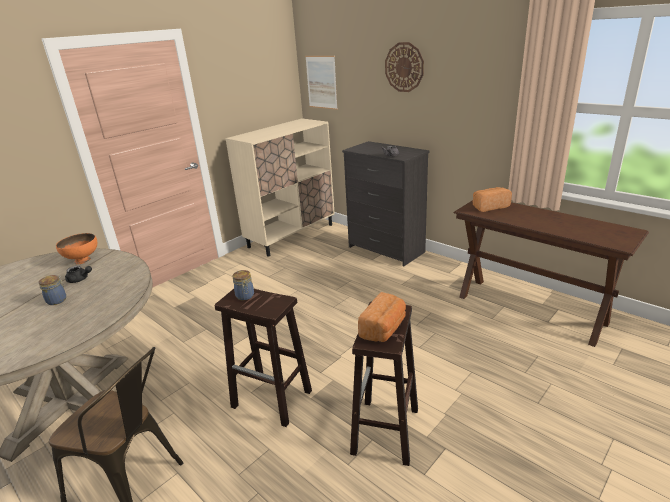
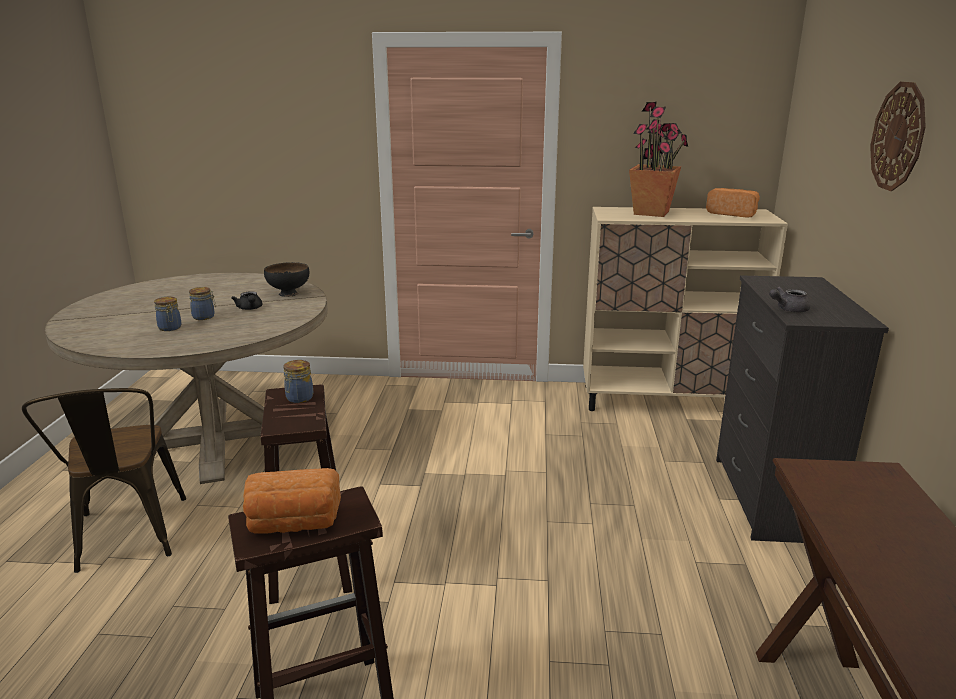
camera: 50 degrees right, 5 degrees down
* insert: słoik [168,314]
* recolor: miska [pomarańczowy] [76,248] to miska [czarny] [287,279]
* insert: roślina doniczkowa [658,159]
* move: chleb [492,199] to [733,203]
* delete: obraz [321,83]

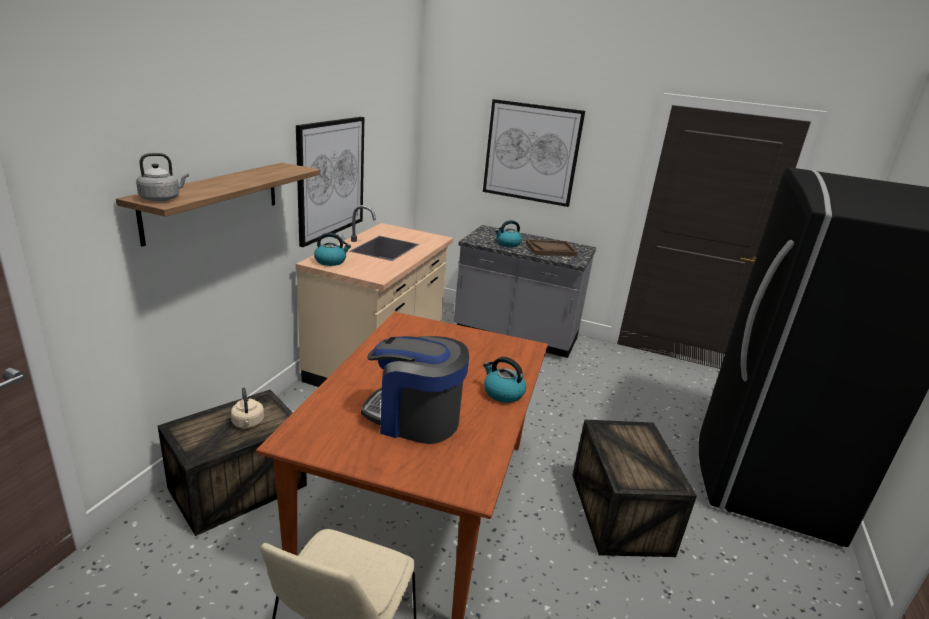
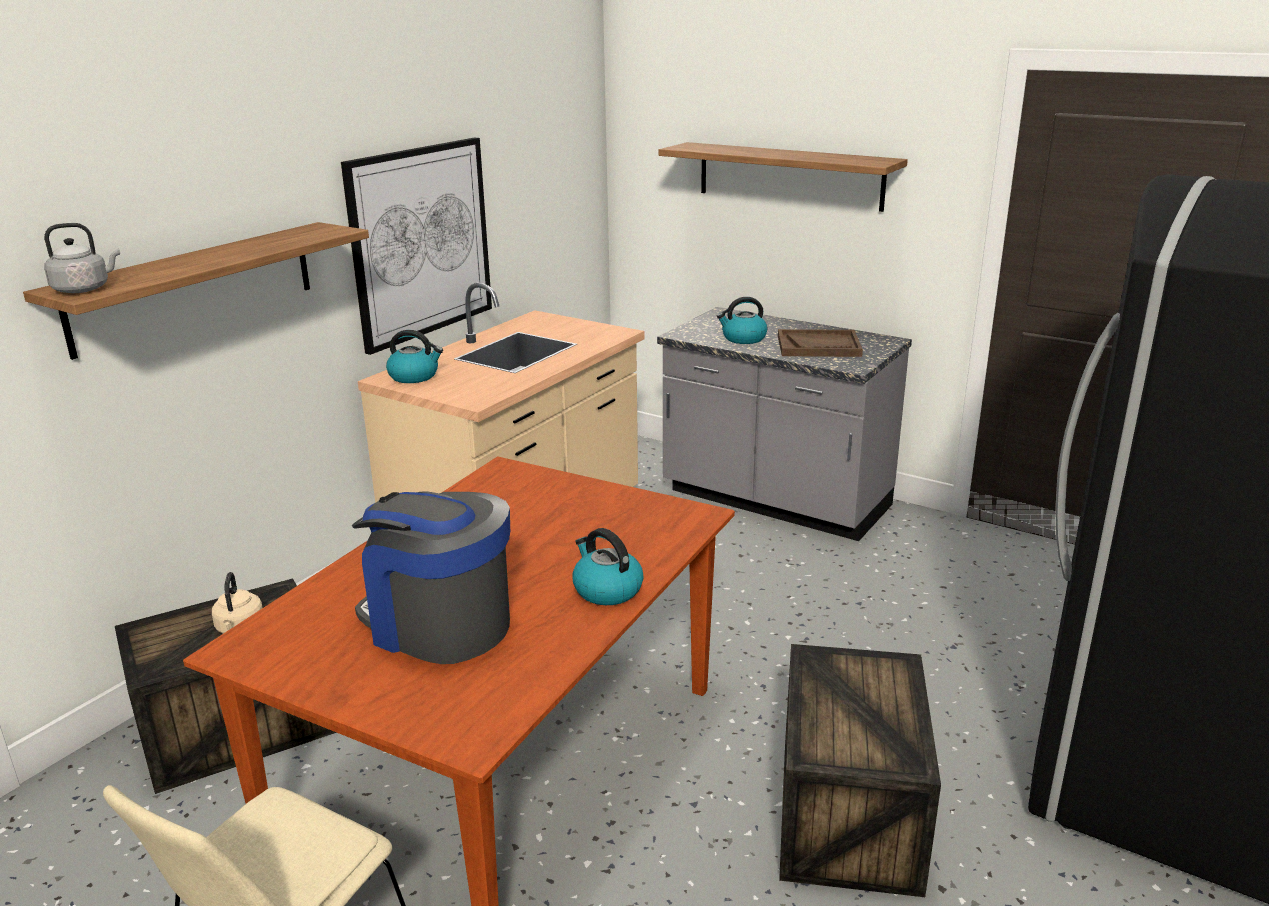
camera: 15 degrees right, 0 degrees up
* replace: obraz [534,153] to półka [783,177]

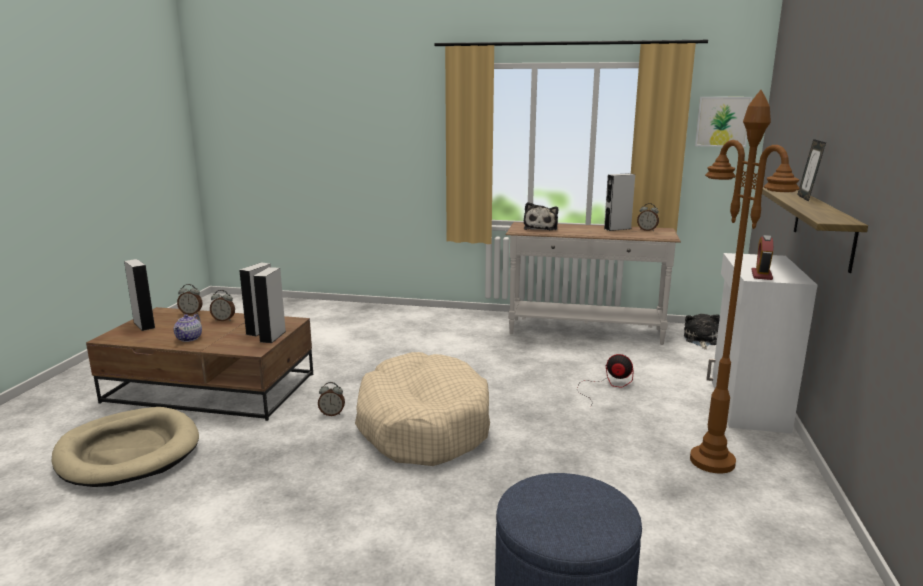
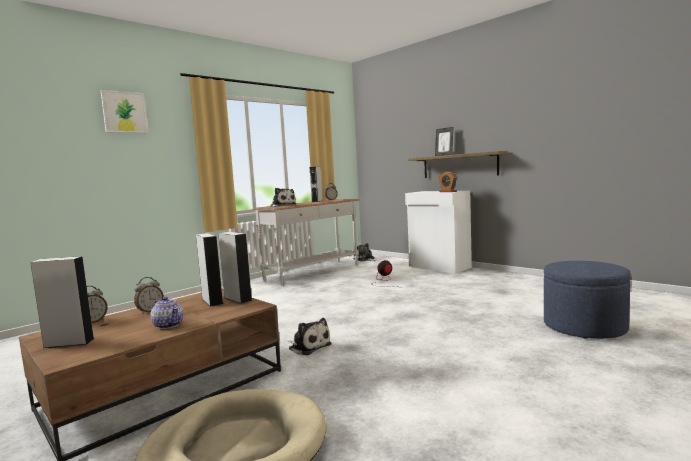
camera: 55 degrees left, 10 degrees down
* move: obraz [723,122] to [124,111]
* replace: budzik [331,399] to pluszak [310,336]
* delete: legowisko [beżowy] [422,409]
* delete: lampa stojąca [brązowy] [745,281]

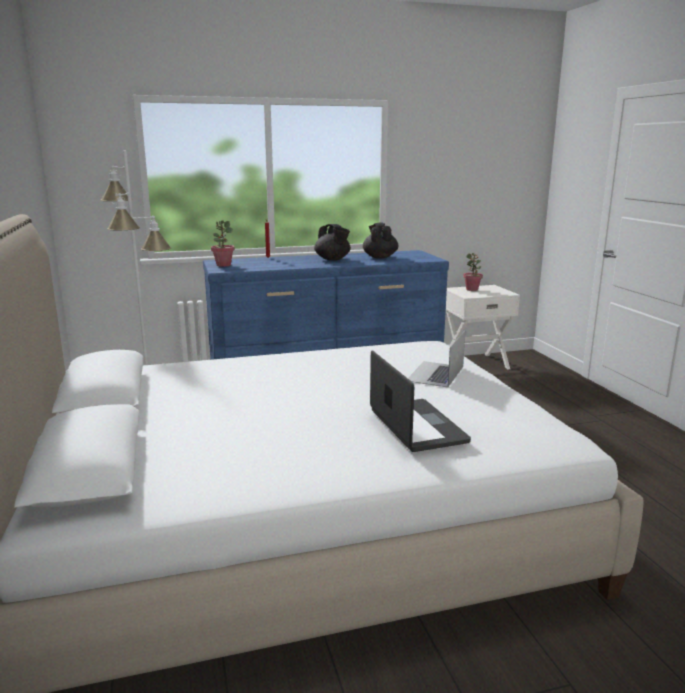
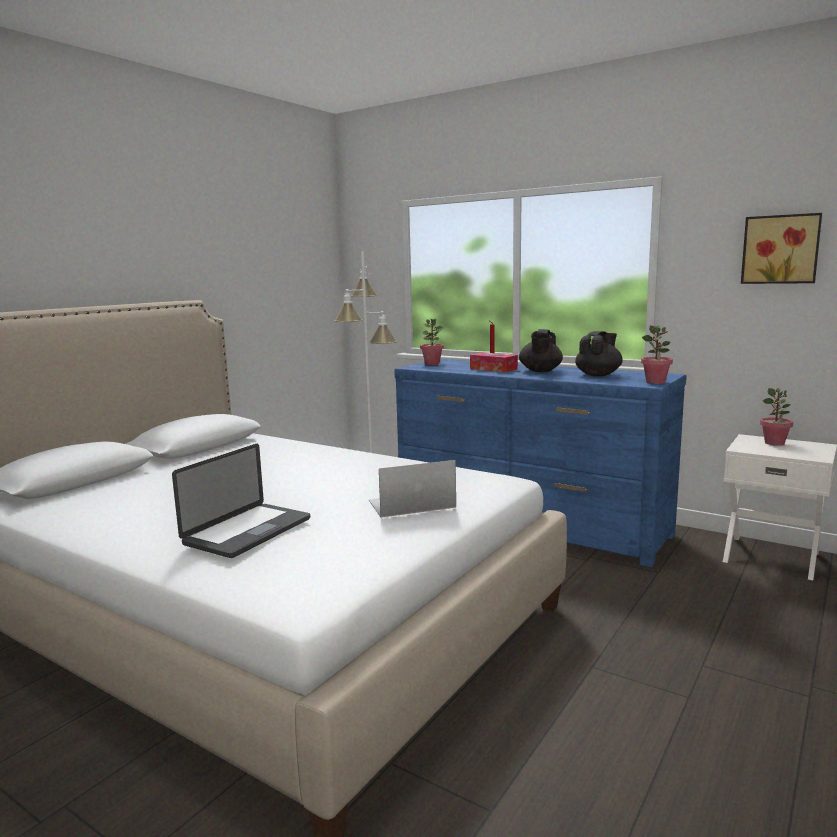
camera: 50 degrees right, 5 degrees down
* insert: pudełko chusteczek [494,362]
* insert: roślina doniczkowa [657,354]
* insert: obraz [781,248]

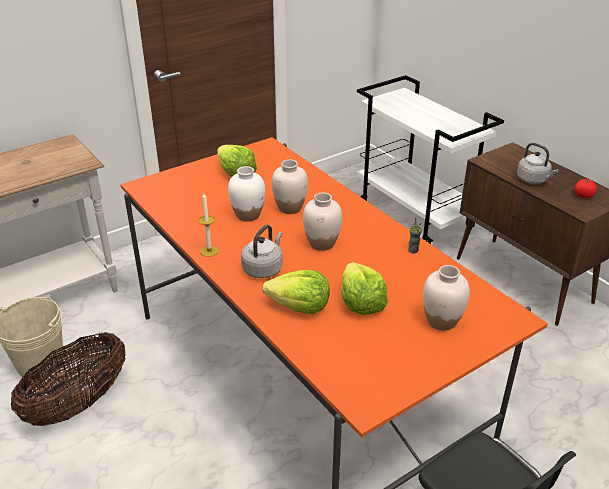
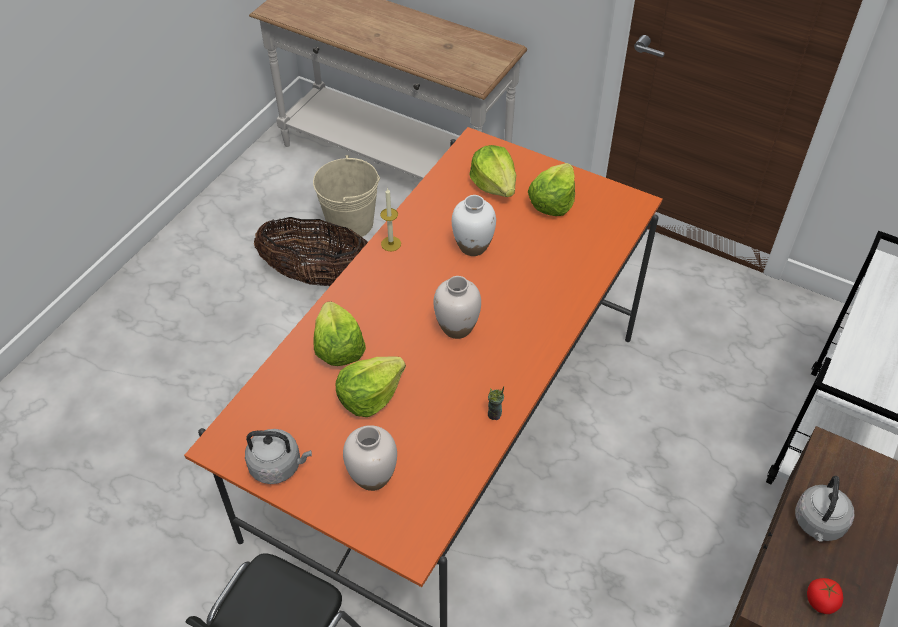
camera: 65 degrees right, 15 degrees up
* move: czajnik [szary] [262,251] to [278,456]
* insert: sałata [492,171]
* delete: wazon [biały] [290,187]

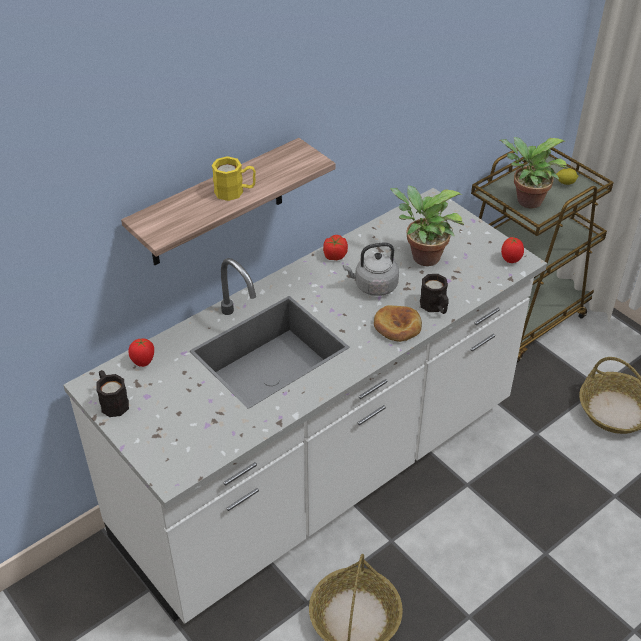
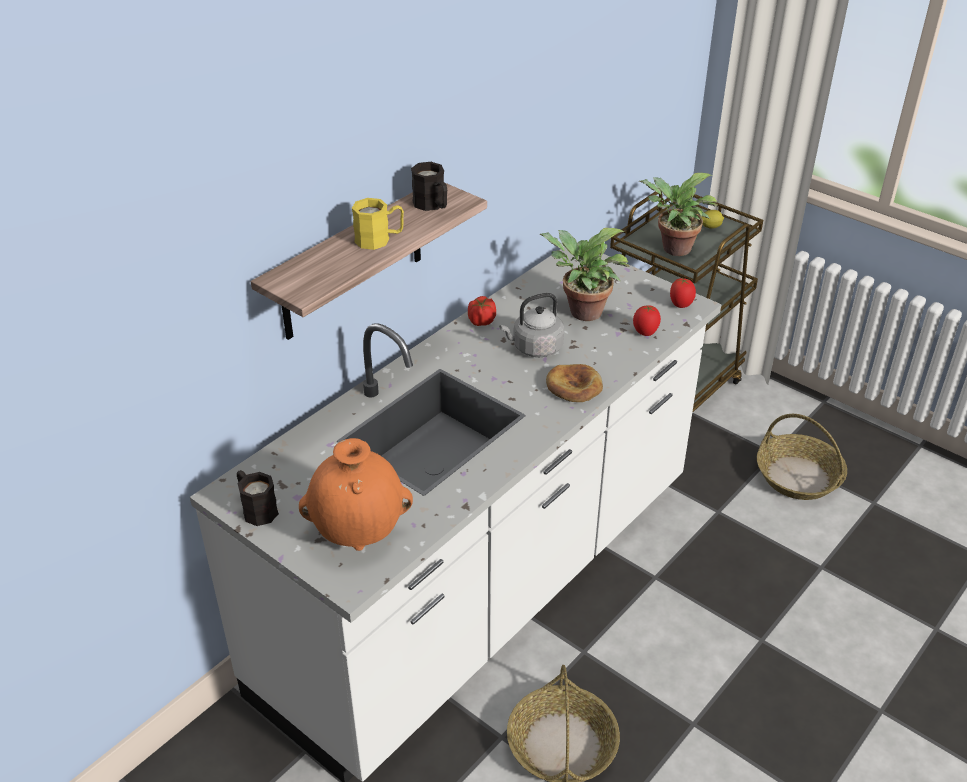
camera: 10 degrees left, 5 degrees down
* insert: wazon [pomarańczowy] [356,494]
* move: kubek [czarny] [434,294] to [429,186]
* move: pomidor [141,353] to [647,320]

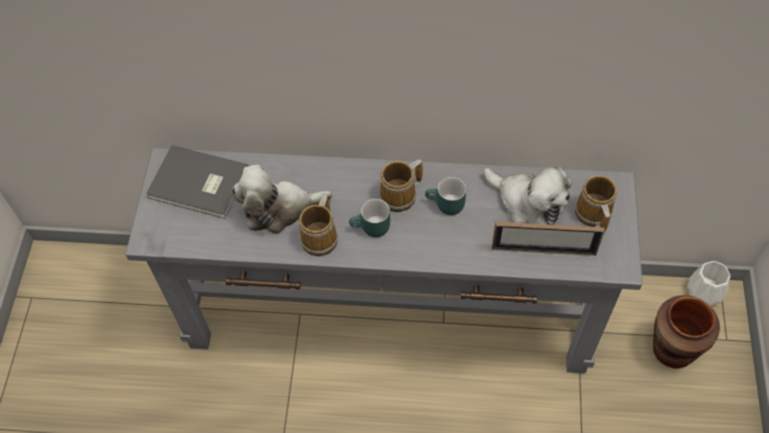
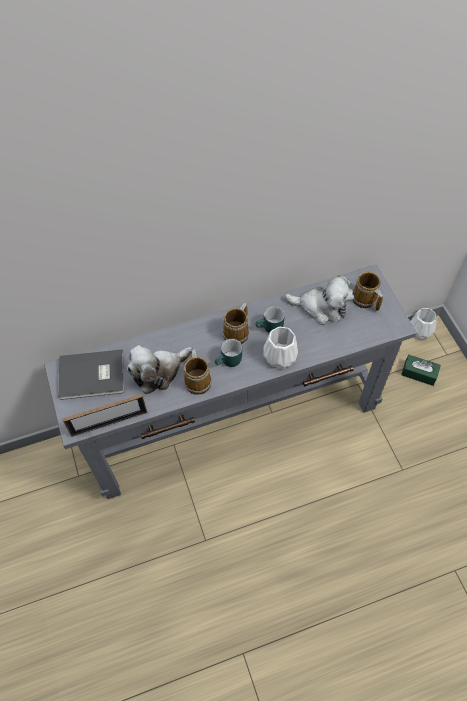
camera: 25 degrees left, 0 degrees up
* move: ramka na zdjęcie [548,239] to [105,415]
* insert: wazon [biały] [280,348]
* replace: wazon [brązowy] [686,331] to pudełko chusteczek [zielony] [421,370]

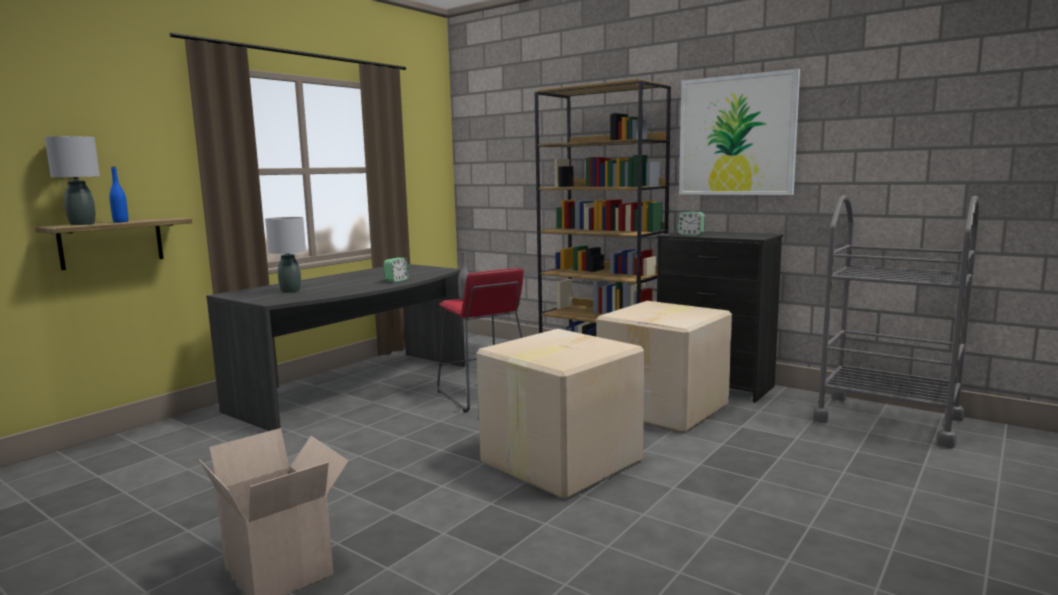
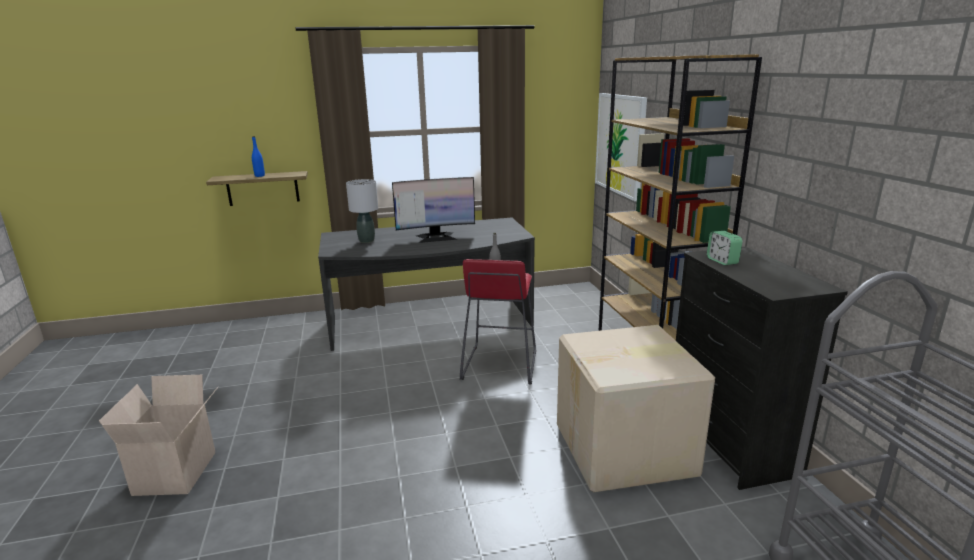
camera: 40 degrees right, 10 degrees up
* insert: monitor [433,210]
* move: obraz [739,132] to [621,147]
* delete: lampa stołowa [szary] [72,180]
* delete: budzik [396,270]
* delete: karton [560,414]

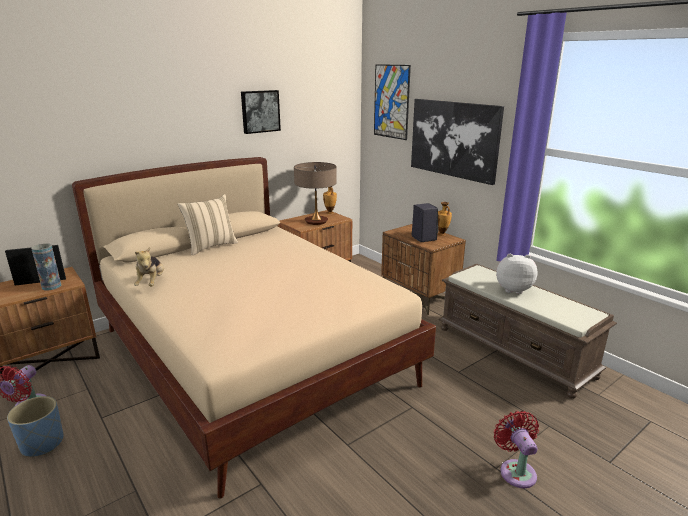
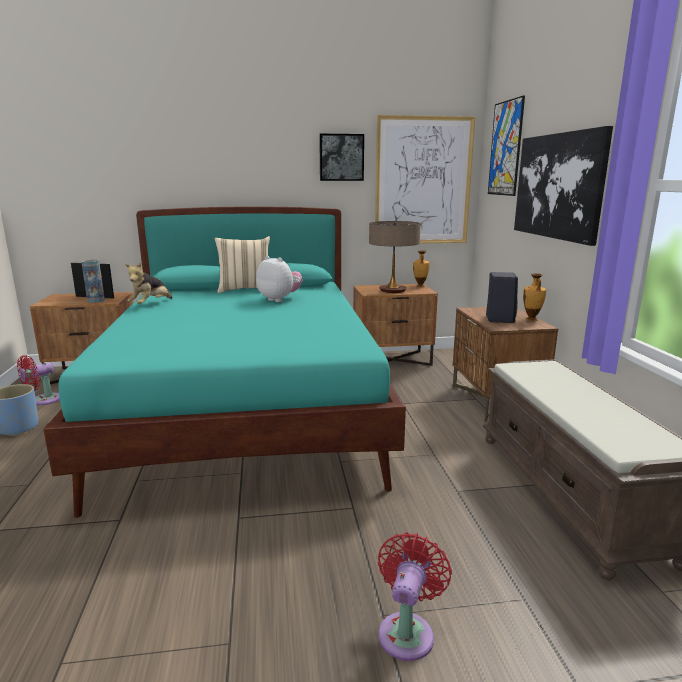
camera: 30 degrees right, 5 degrees down
* recolor: łóżko [beżowy] [254,328] to łóżko [turkusowy] [224,362]
* move: pluszak [517,274] to [279,279]
* insert: obraz [425,179]

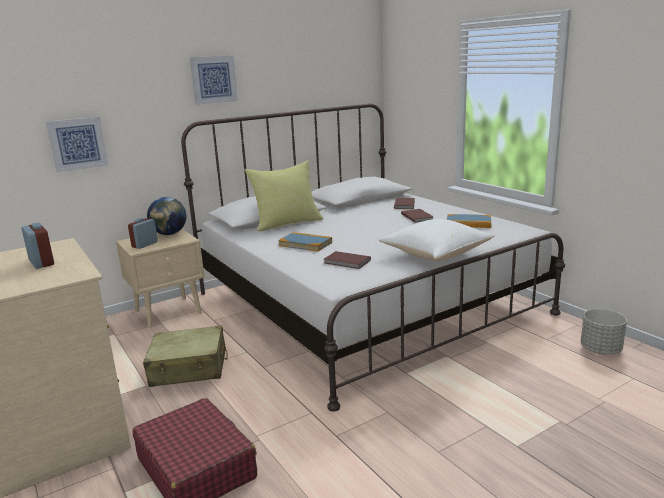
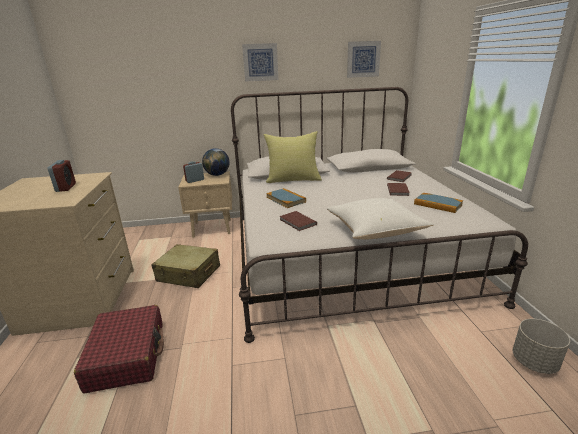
camera: 25 degrees right, 5 degrees up
* move: obraz [77,144] to [364,59]

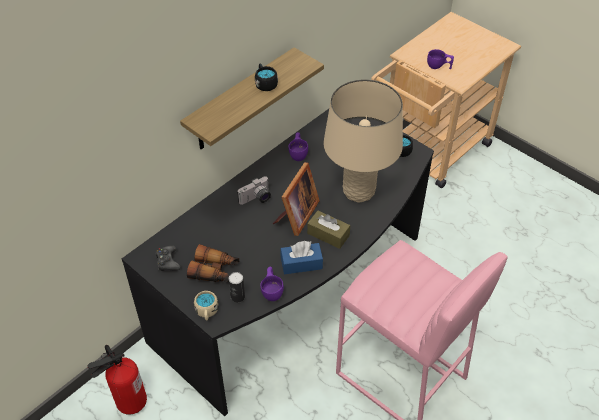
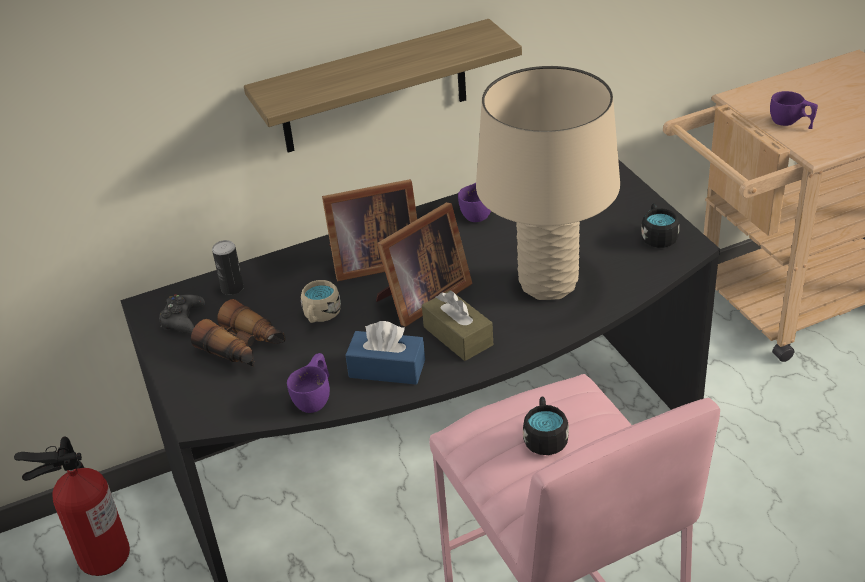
camera: 25 degrees right, 10 degrees down
* move: puszka [236,287] to [228,267]
* move: kubek [beżowy] [206,305] to [321,301]
* replace: aparat fotograficzny [254,190] to ramka na zdjęcie [369,230]
* move: kubek [czarny] [266,77] to [546,426]

